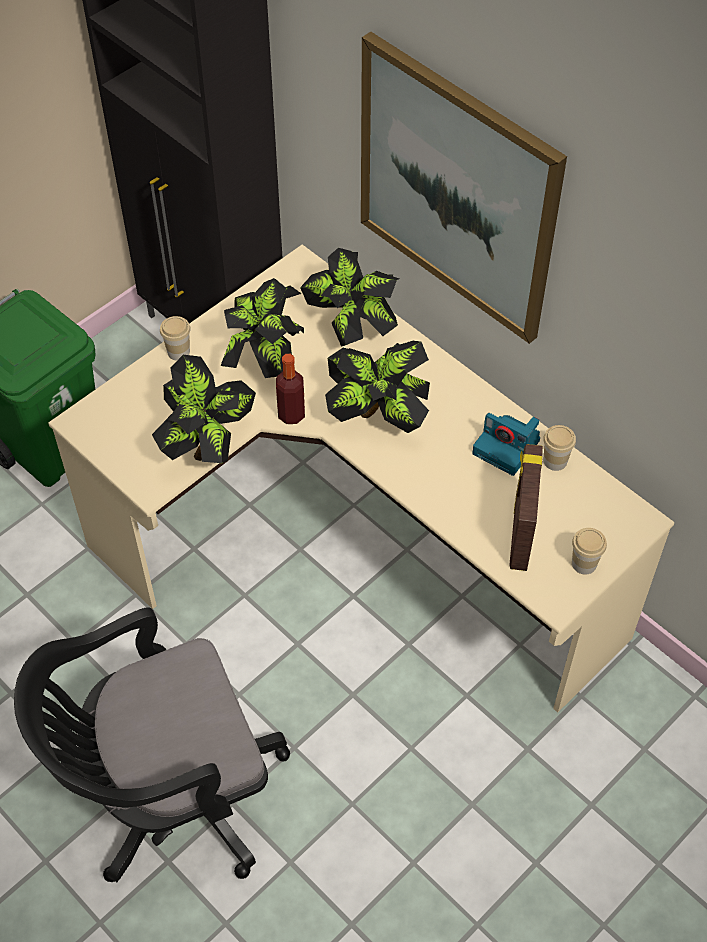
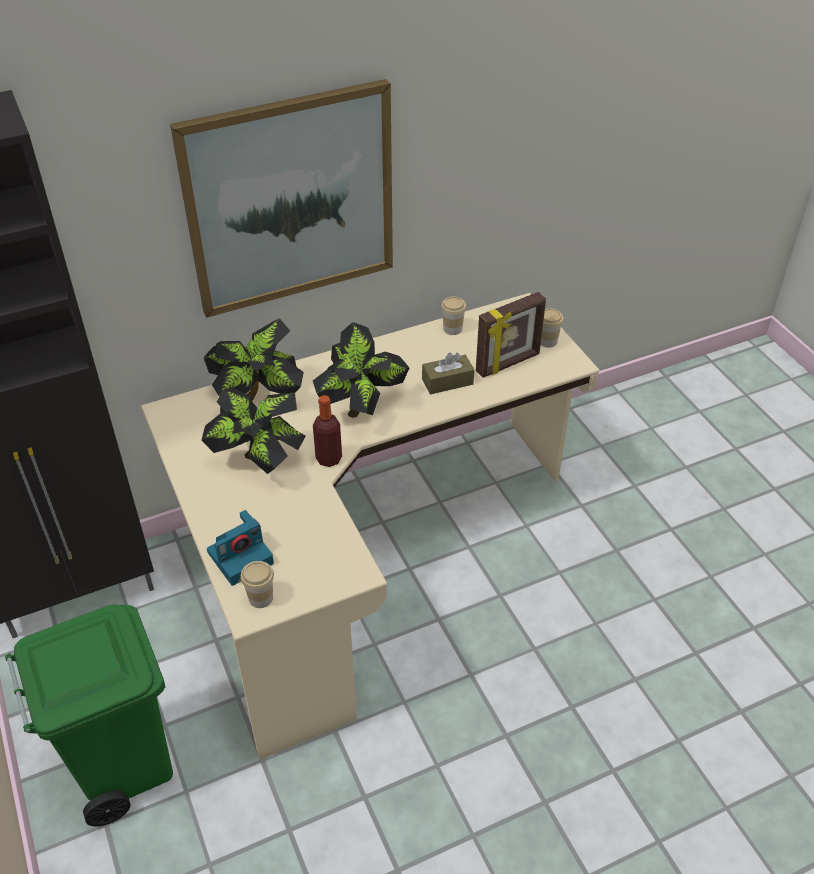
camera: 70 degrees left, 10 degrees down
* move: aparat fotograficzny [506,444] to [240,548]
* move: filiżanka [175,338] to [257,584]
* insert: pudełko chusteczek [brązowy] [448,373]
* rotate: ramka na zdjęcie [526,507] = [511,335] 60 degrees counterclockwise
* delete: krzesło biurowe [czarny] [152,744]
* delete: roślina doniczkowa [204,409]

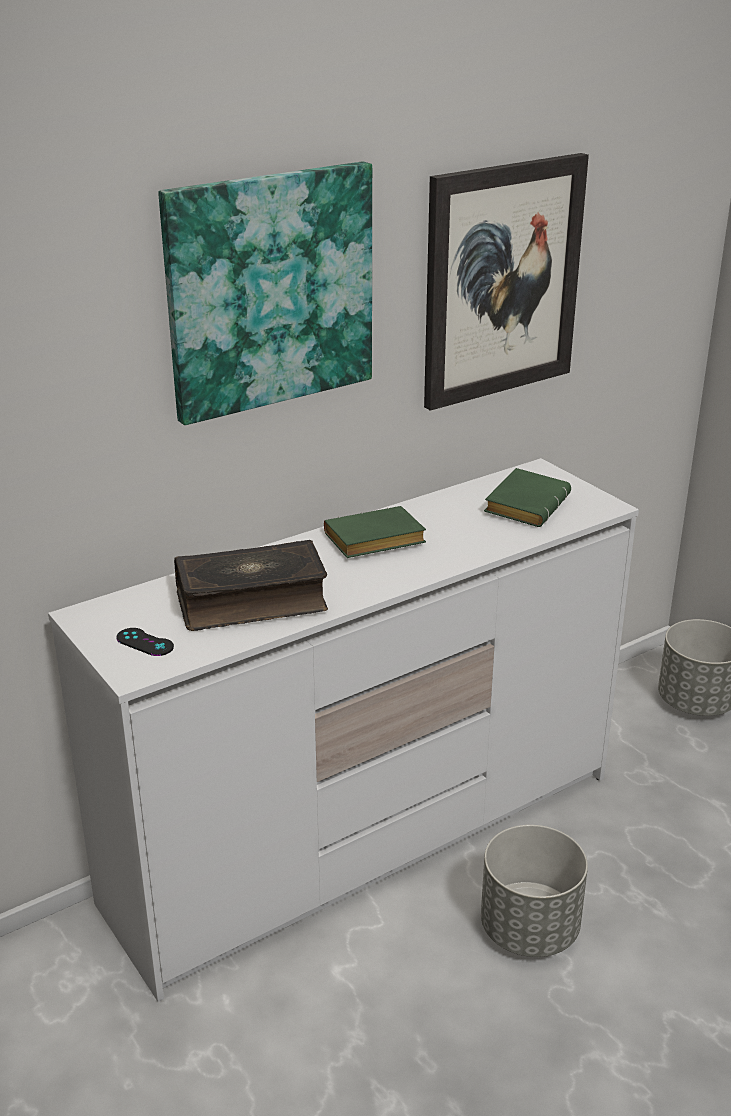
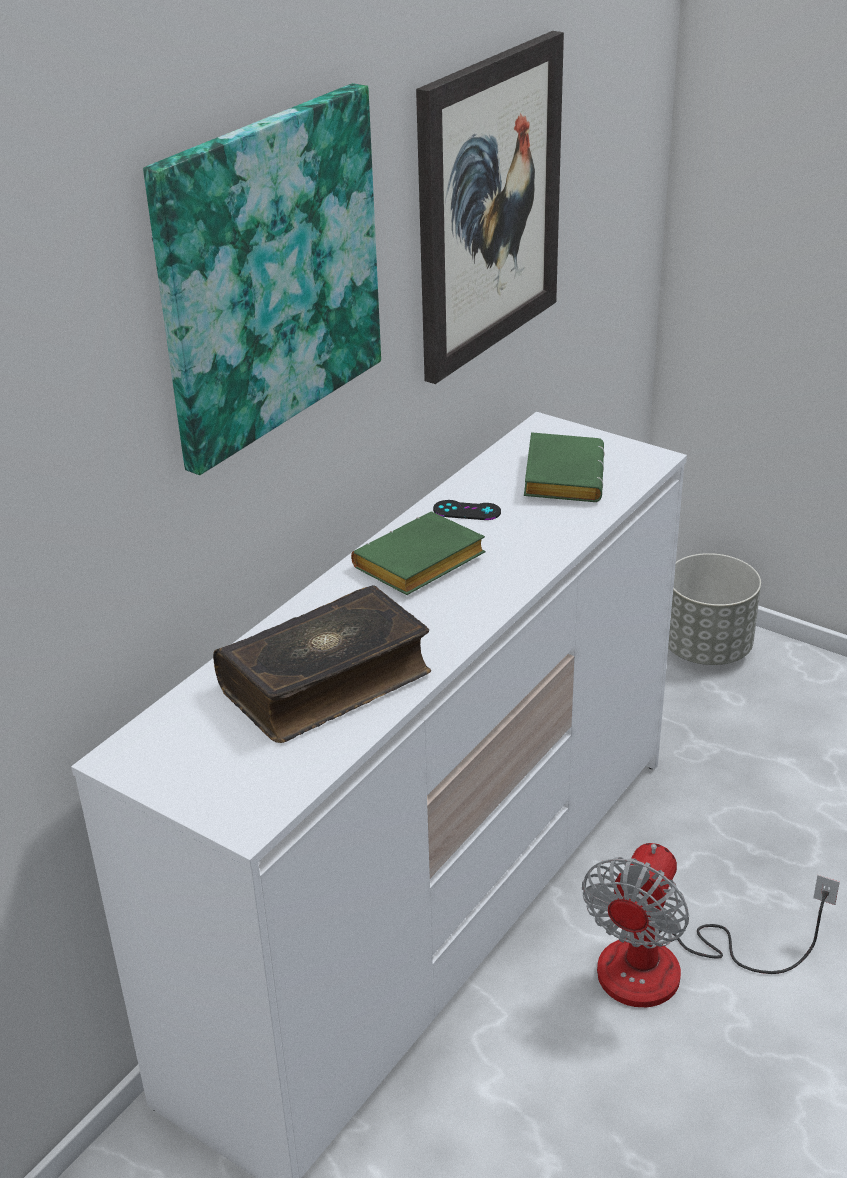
camera: 20 degrees left, 5 degrees up
* move: pad do gier [czarny] [145,642] to [467,510]
* replace: donica [szary] [534,891] to wentylator [711,925]

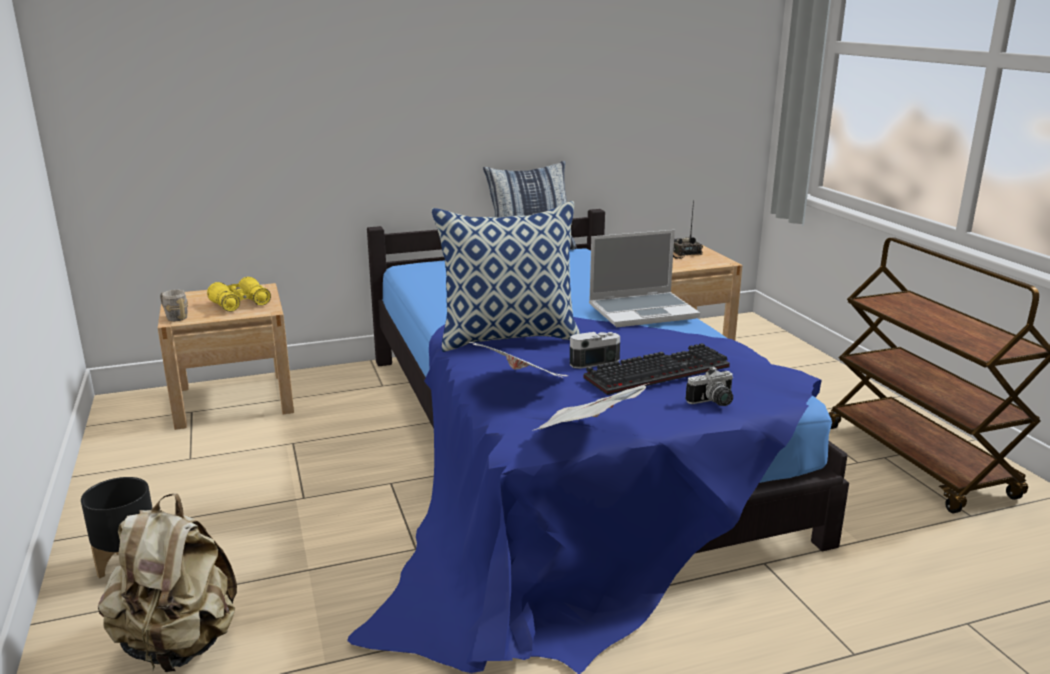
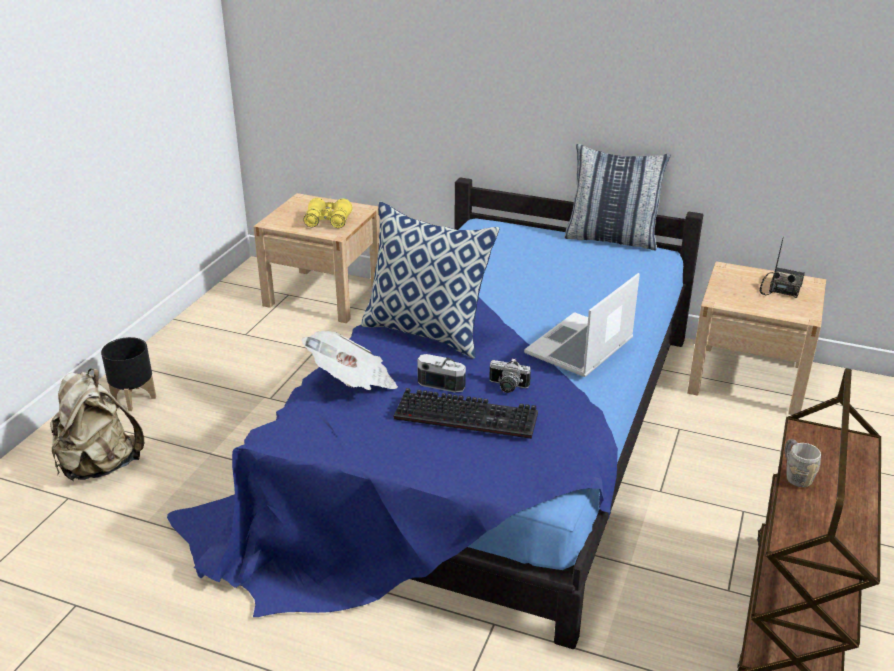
camera: 40 degrees right, 10 degrees up
* move: aparat fotograficzny [709,386] to [510,375]
* rotate: laptop [644,278] = [582,325] 105 degrees clockwise
* move: kubek [szary] [174,305] to [803,463]
* delete: gazeta [590,407]

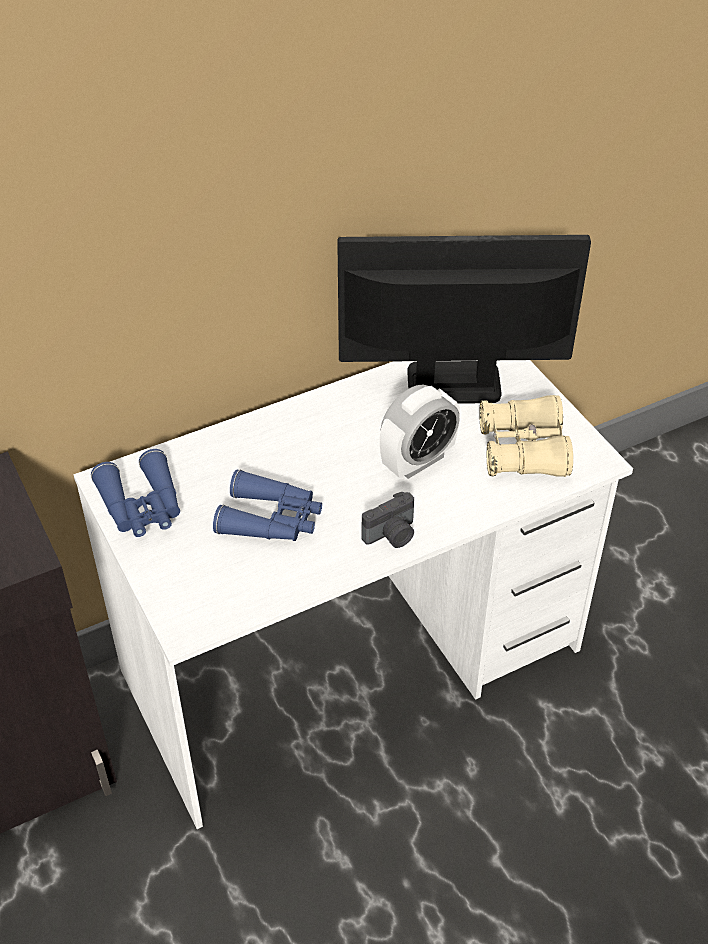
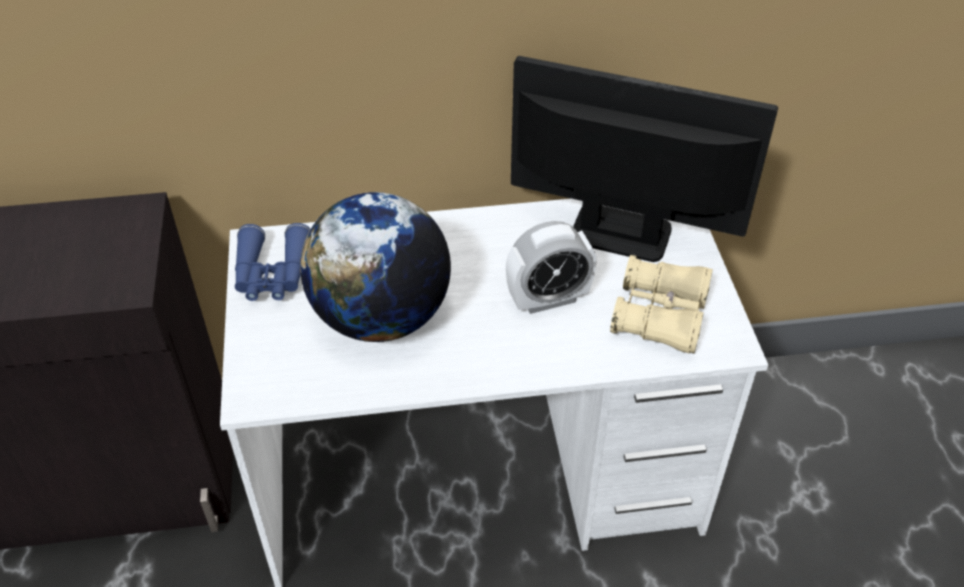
camera: 20 degrees right, 0 degrees up
* replace: lornetka [niebieski] [267,505] to globus [375,267]
* delete: aparat fotograficzny [387,519]

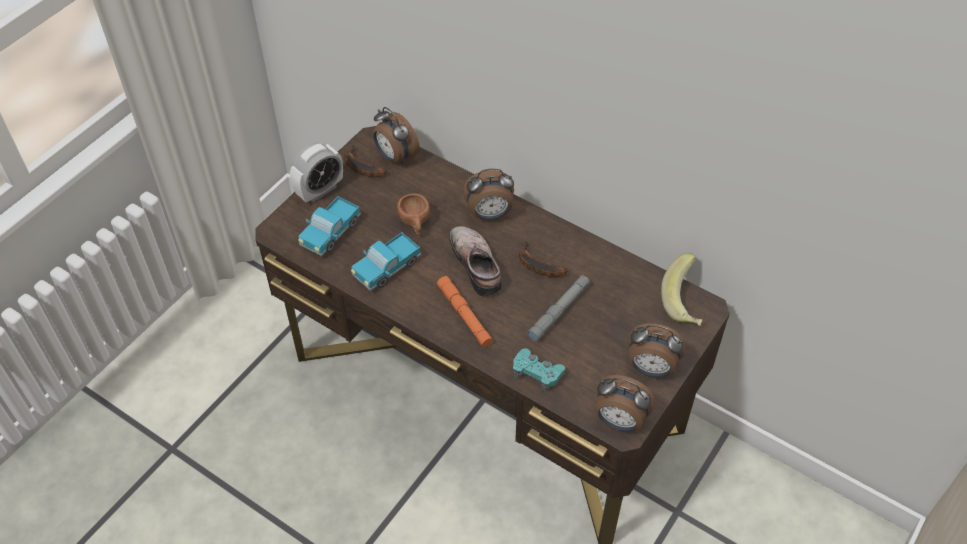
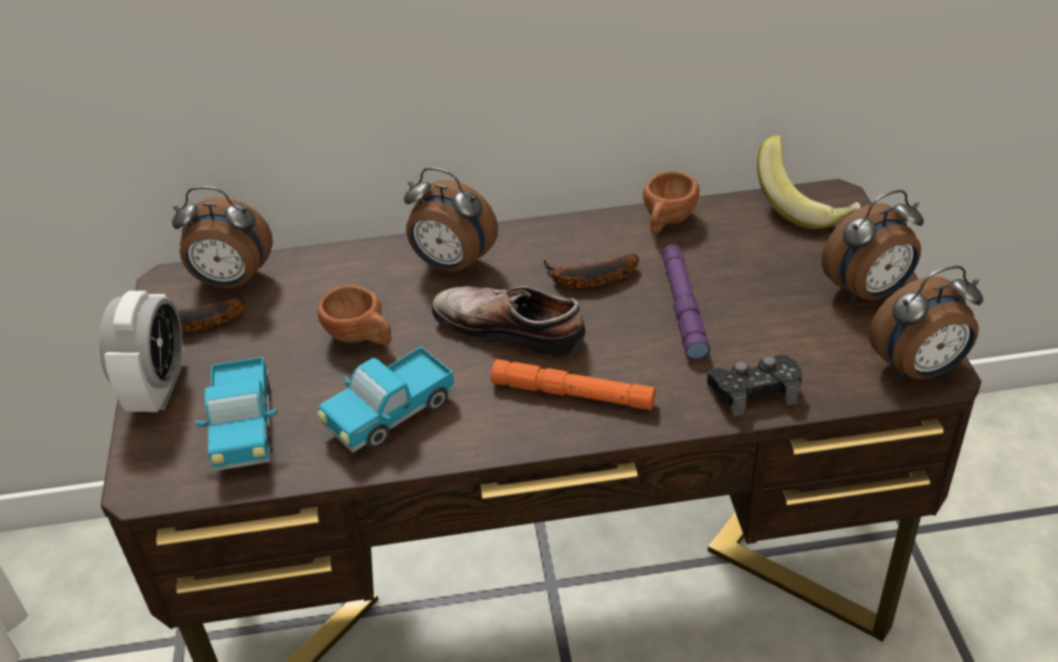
camera: 40 degrees left, 10 degrees down
* rotate: ciężarówka zabawkowa [386,261] = [386,399] 45 degrees clockwise
* rotate: budzik [488,194] = [451,220] 75 degrees clockwise
* insert: filiżanka [brązowy] [671,203]
* recolor: latarka [szary] [558,308] to latarka [fioletowy] [686,302]
* recolor: pad do gier [turkusowy] [539,370] to pad do gier [czarny] [754,386]

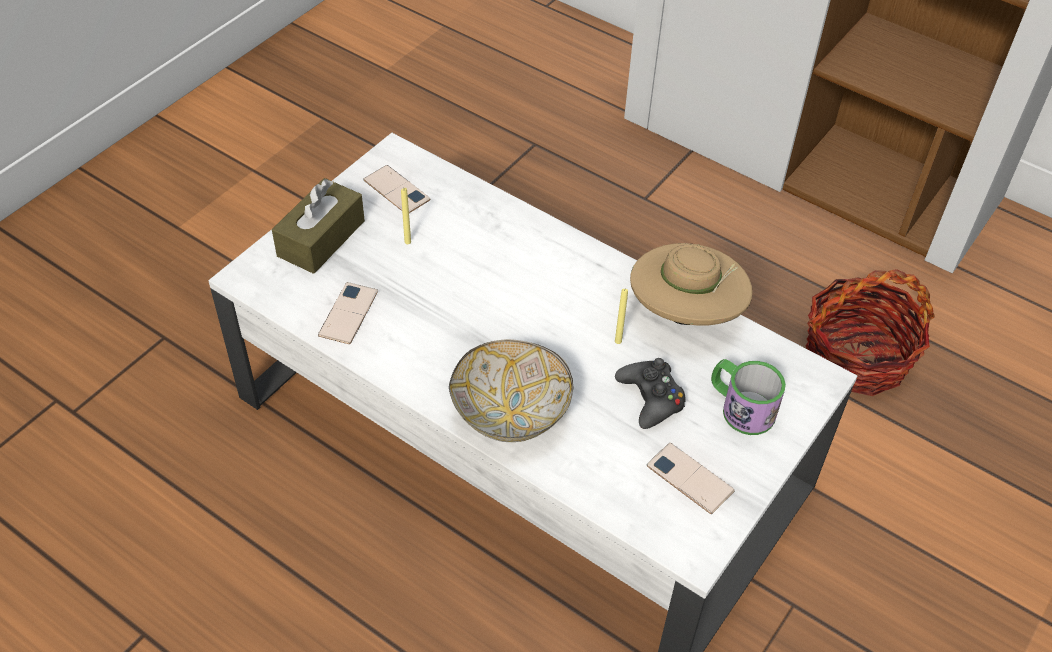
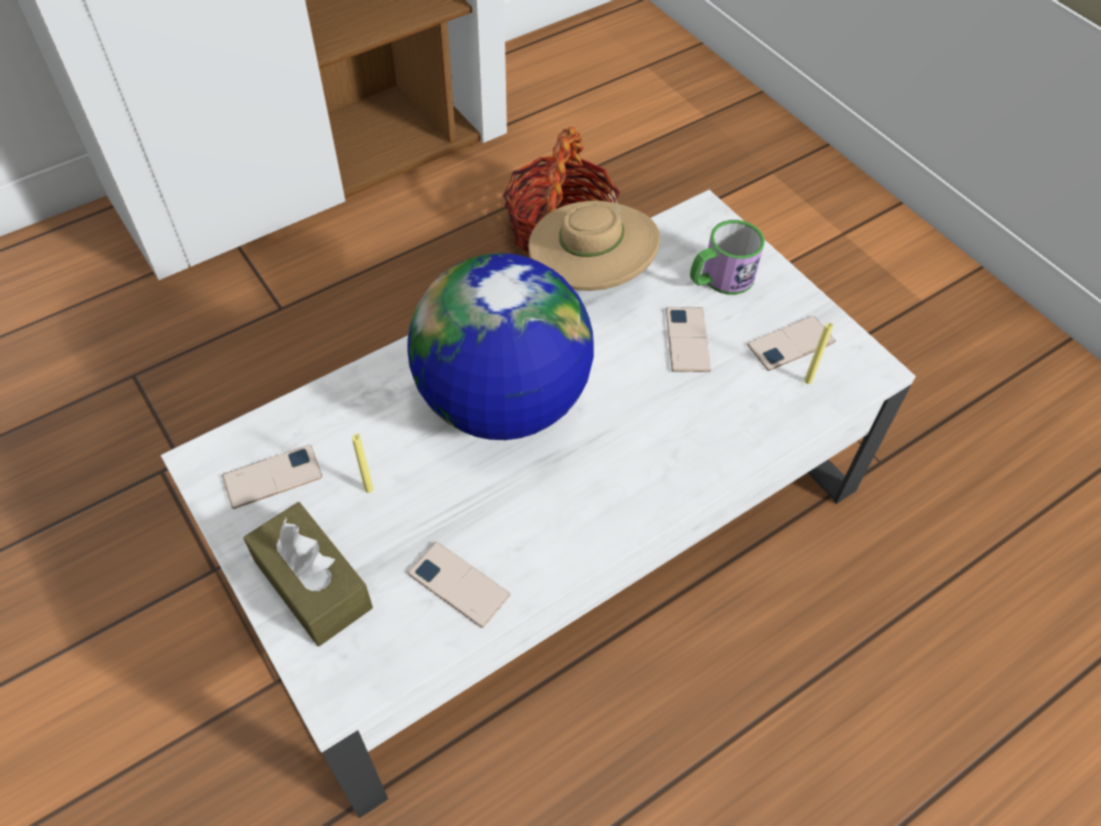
camera: 70 degrees left, 5 degrees up
* insert: globus [501,346]
* replace: pad do gier [czarny] [650,393] to telefon [688,339]
* move: świeca [żółty] [621,316] to [818,353]
* delete: miska [511,390]

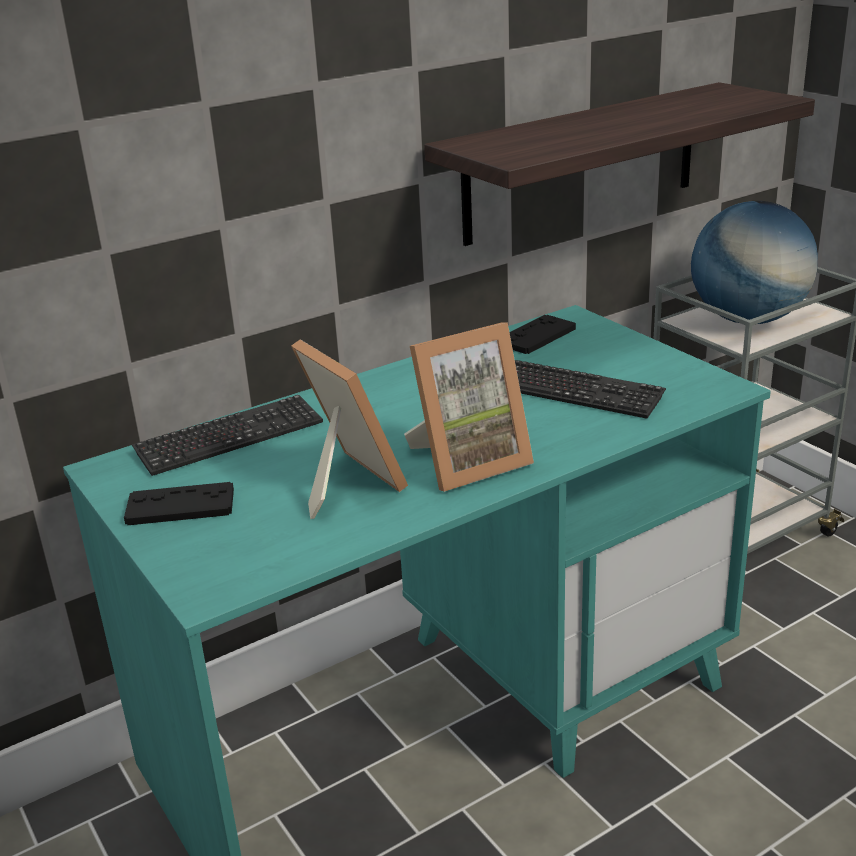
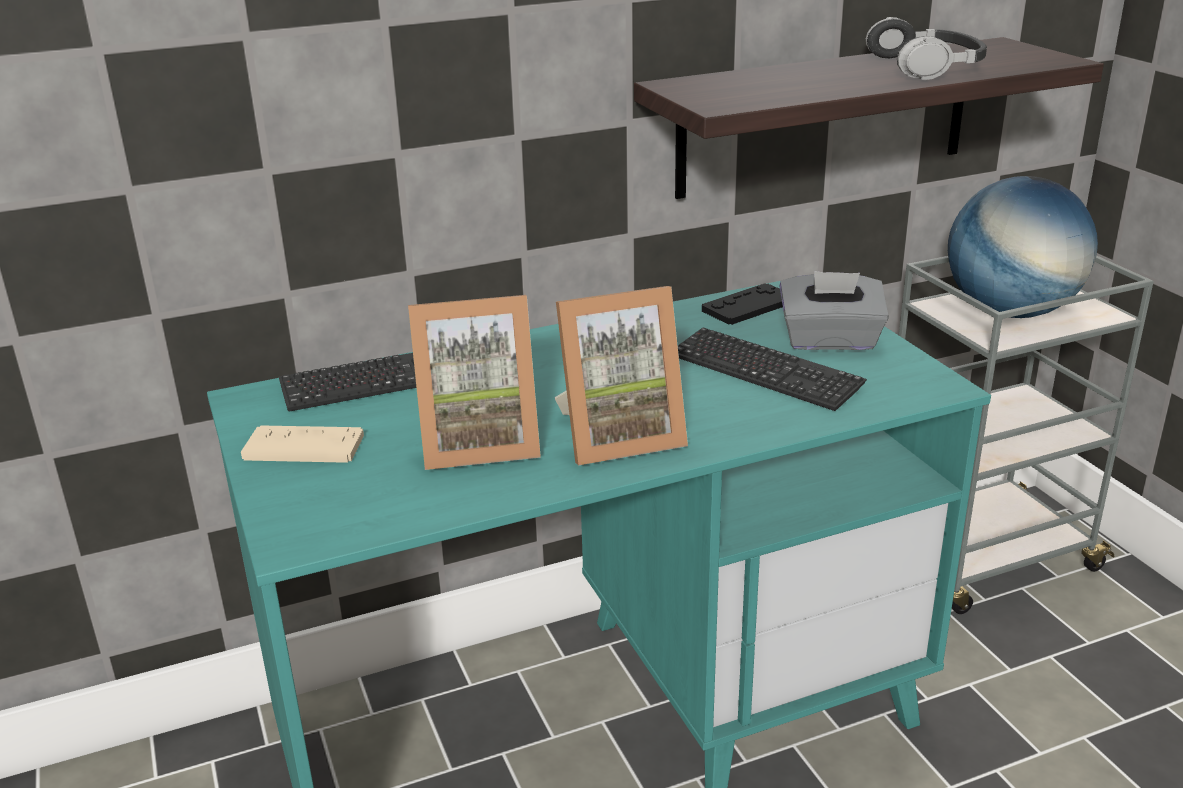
camera: 10 degrees right, 0 degrees up
* recolor: pad do gier [czarny] [179,503] to pad do gier [beżowy] [302,444]
* rotate: ramka na zdjęcie [349,429] = [474,382] 105 degrees clockwise
* insert: pudełko chusteczek [szary] [834,310]
* insert: słuchawki [926,48]

